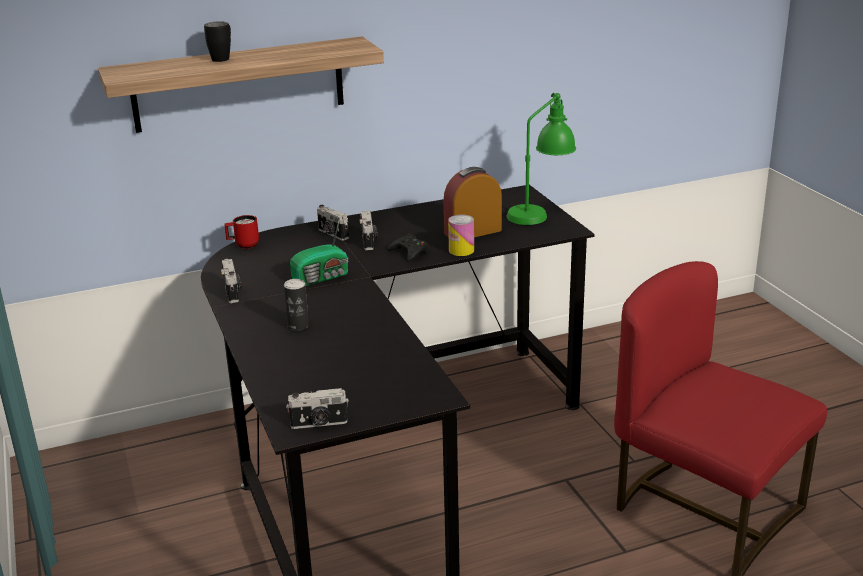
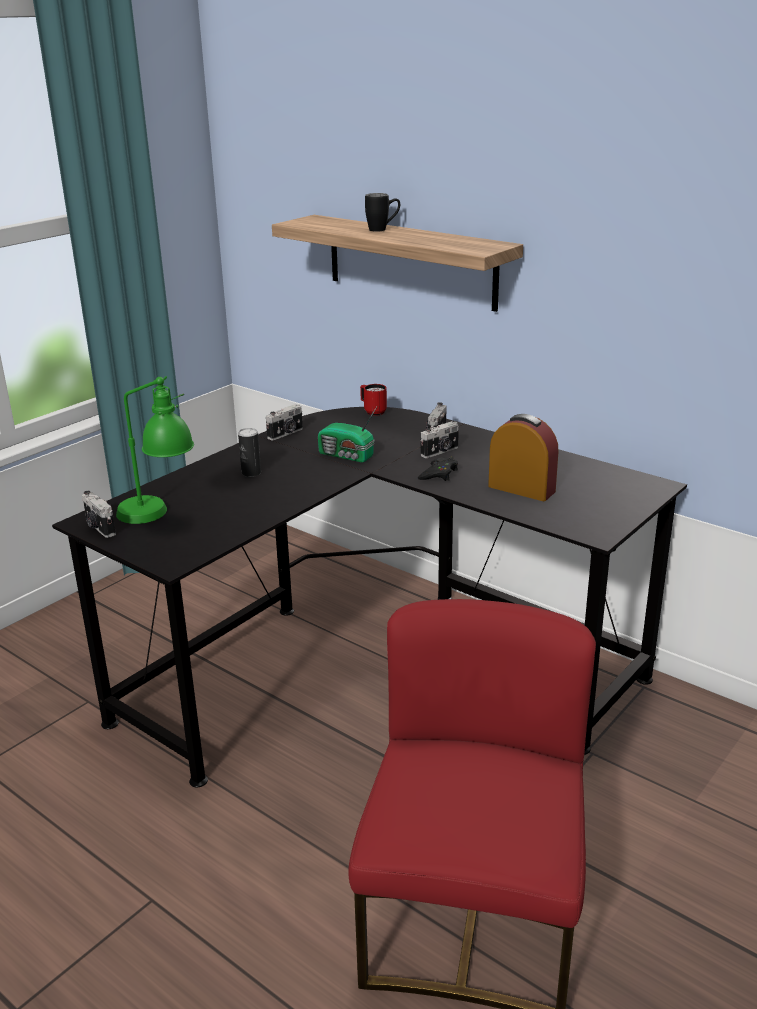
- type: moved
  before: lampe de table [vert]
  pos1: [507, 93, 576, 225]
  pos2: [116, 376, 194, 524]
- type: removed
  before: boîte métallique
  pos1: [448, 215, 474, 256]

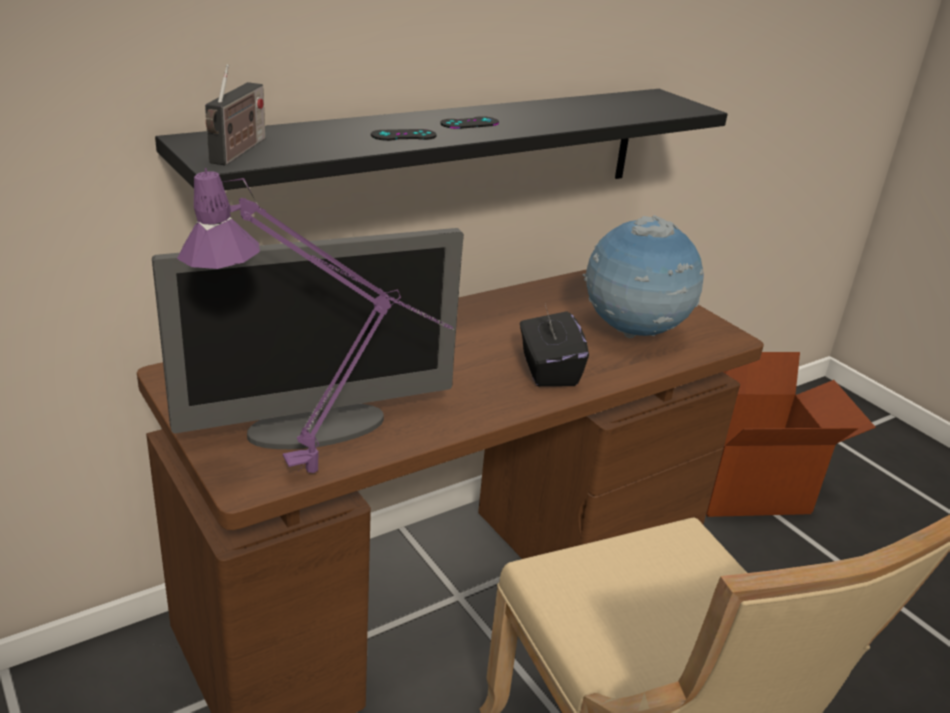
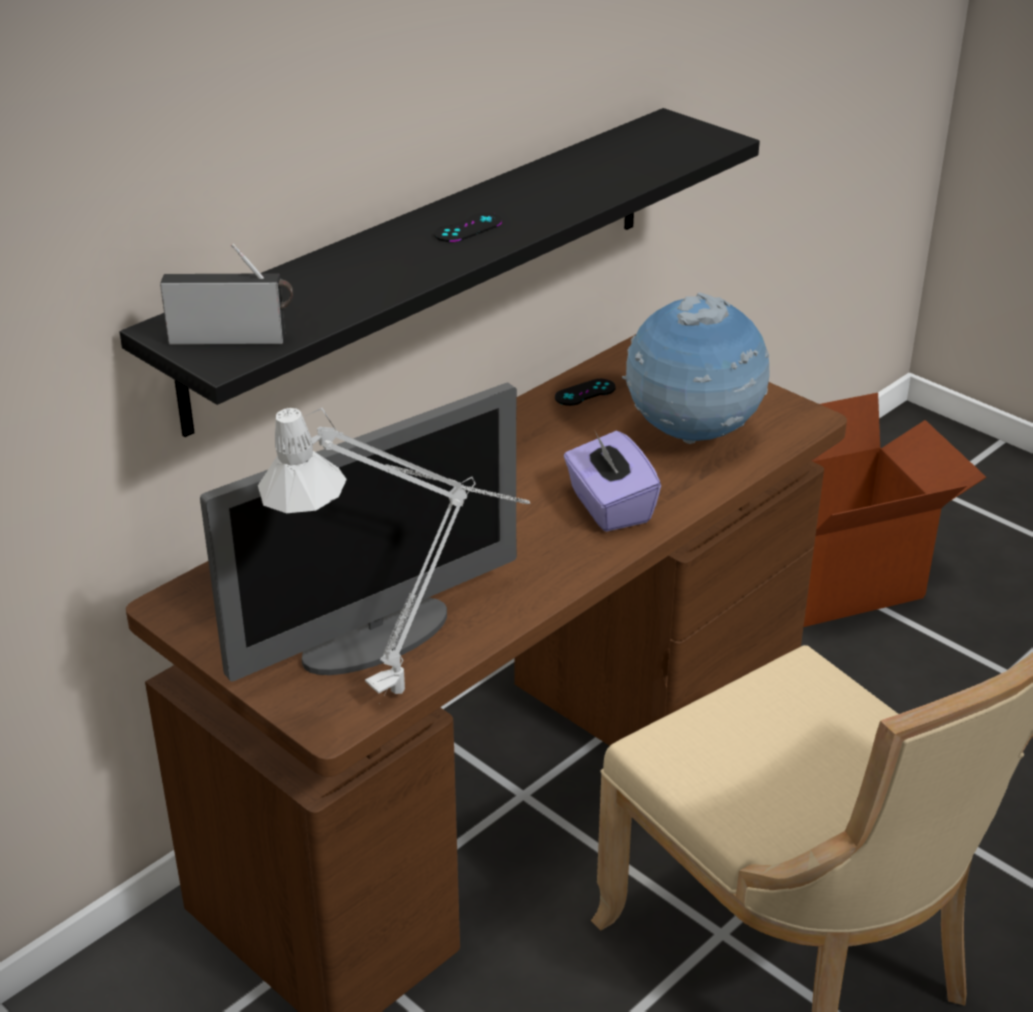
- type: turned
  before: radio
  pos1: [205, 64, 265, 166]
  pos2: [160, 243, 293, 345]
  turn: -90
- type: moved
  before: manette [noir]
  pos1: [371, 129, 437, 141]
  pos2: [555, 379, 616, 406]
- type: recoloured
  before: lampe de table [violet]
  after: lampe de table [gris]
  pos1: [177, 168, 453, 474]
  pos2: [258, 407, 531, 699]
- type: recoloured
  before: boîte à mouchoirs [noir]
  after: boîte à mouchoirs [violet]
  pos1: [520, 305, 589, 387]
  pos2: [564, 431, 661, 532]

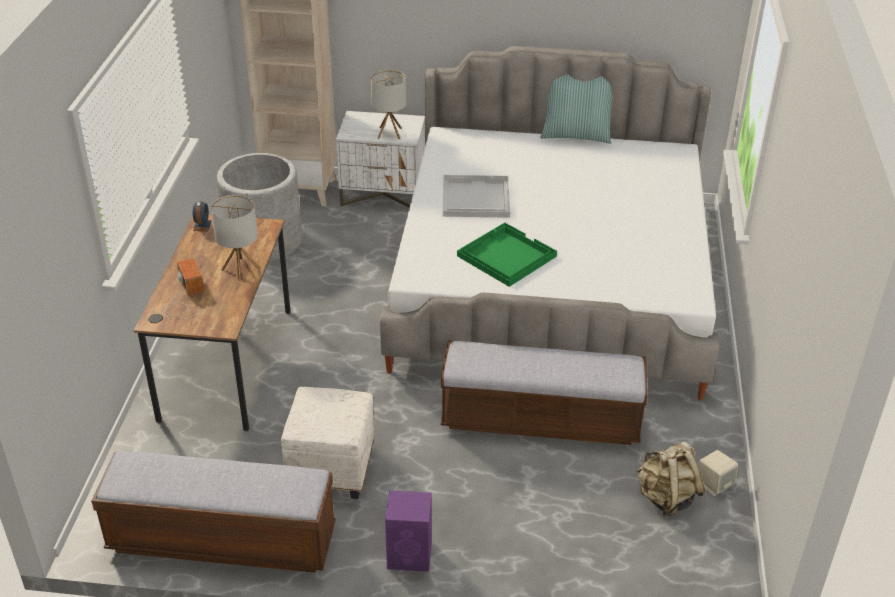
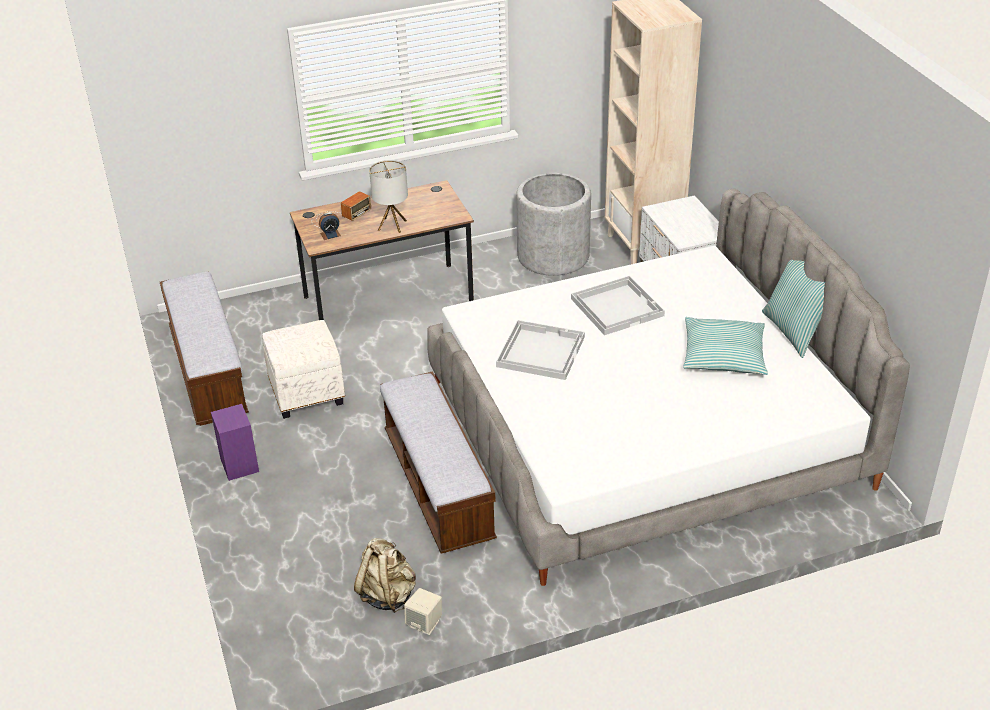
- type: removed
  before: lampe de table
  pos1: [371, 70, 406, 139]
- type: moved
  before: réveil
  pos1: [193, 201, 212, 231]
  pos2: [319, 212, 341, 240]
- type: recoloured
  before: plateau [vert]
  after: plateau [blanc]
  pos1: [457, 223, 557, 287]
  pos2: [496, 320, 585, 380]
- type: added
  after: coussin
  pos2: [683, 317, 768, 375]

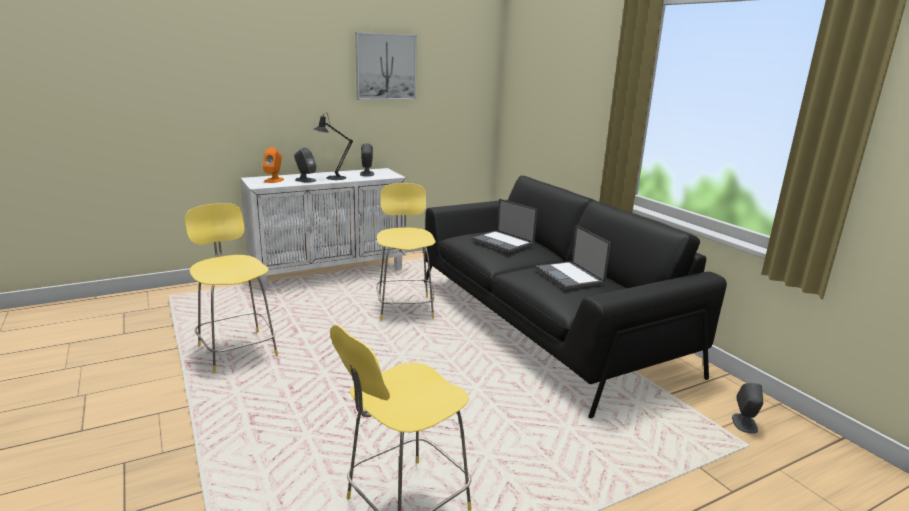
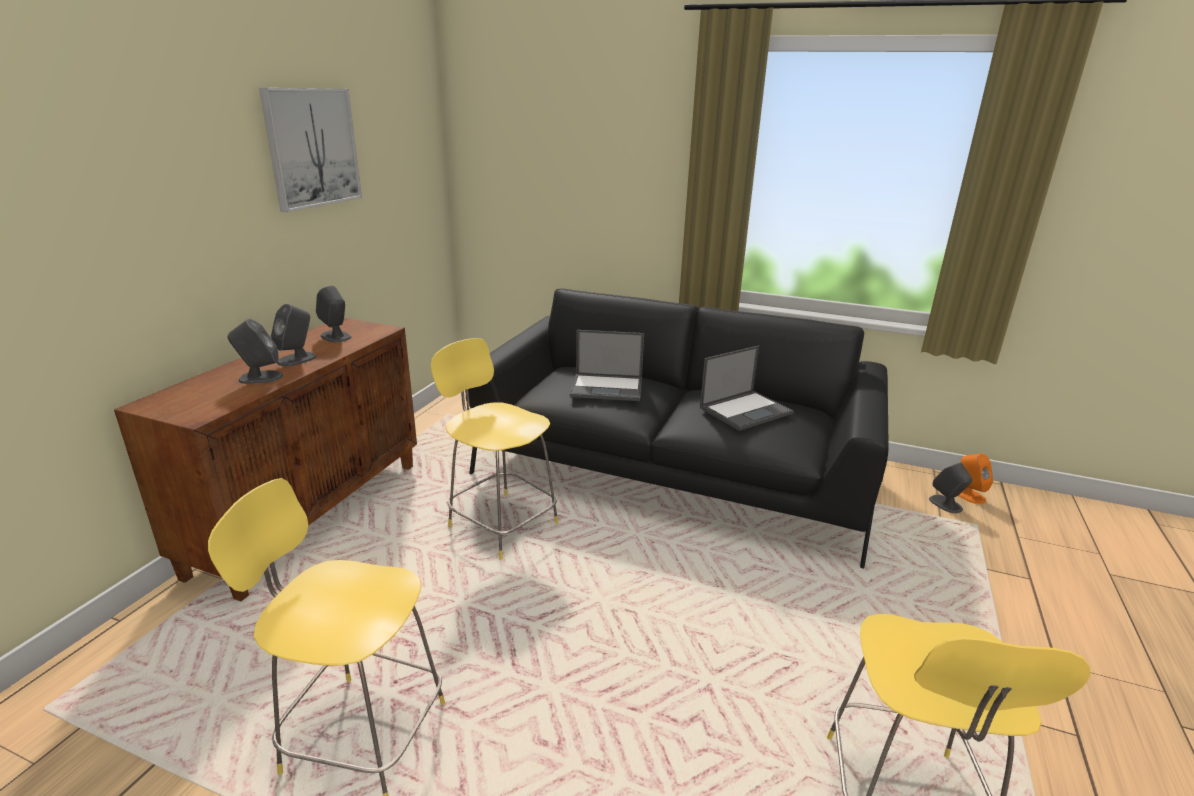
- type: replaced
  before: lampe de table [noir]
  after: enceinte [gris]
  pos1: [314, 113, 353, 180]
  pos2: [271, 304, 317, 366]
- type: moved
  before: enceinte [orange]
  pos1: [263, 147, 284, 183]
  pos2: [958, 454, 993, 504]
- type: recoloured
  before: meuble de rangement [blanc]
  after: meuble de rangement [marron]
  pos1: [241, 168, 406, 291]
  pos2: [114, 318, 417, 602]
- type: turned
  before: ordinateur portable
  pos1: [535, 225, 611, 289]
  pos2: [700, 345, 793, 431]
  turn: -60

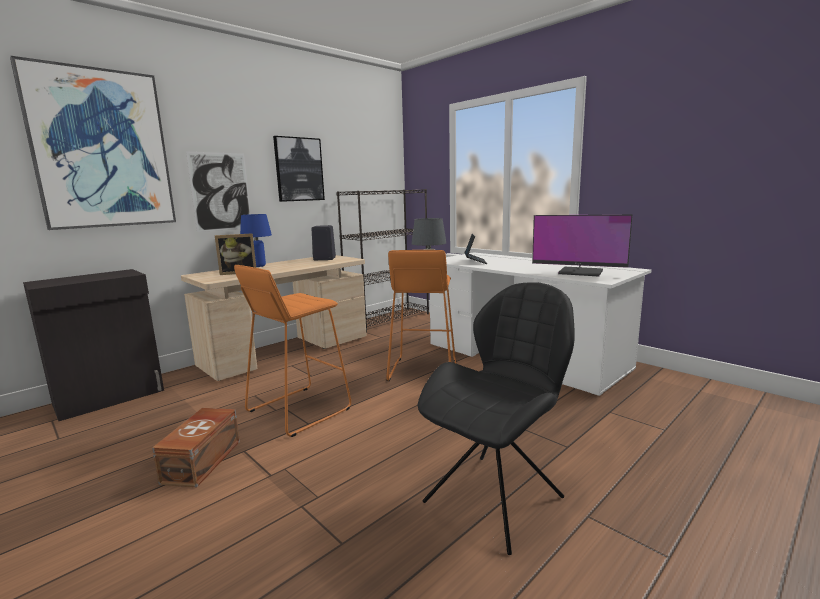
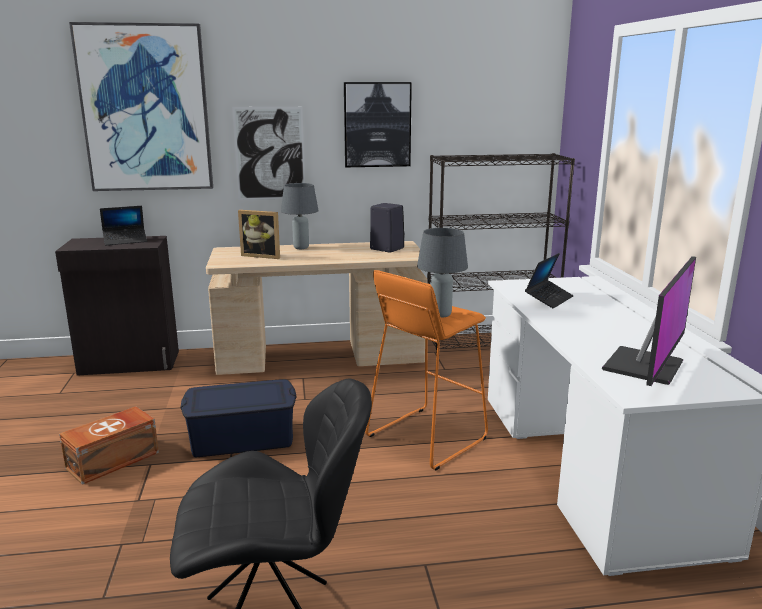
- type: recoloured
  before: lampe de table [bleu]
  after: lampe de table [gris]
  pos1: [240, 214, 272, 267]
  pos2: [281, 183, 319, 249]
- type: turned
  before: écran d'ordinateur
  pos1: [532, 214, 633, 276]
  pos2: [602, 256, 696, 386]
  turn: -120
- type: replaced
  before: tabouret [orange]
  after: boîte de rangement [bleu]
  pos1: [234, 265, 351, 437]
  pos2: [180, 379, 297, 457]
- type: added
  after: ordinateur portable
  pos2: [100, 206, 147, 246]

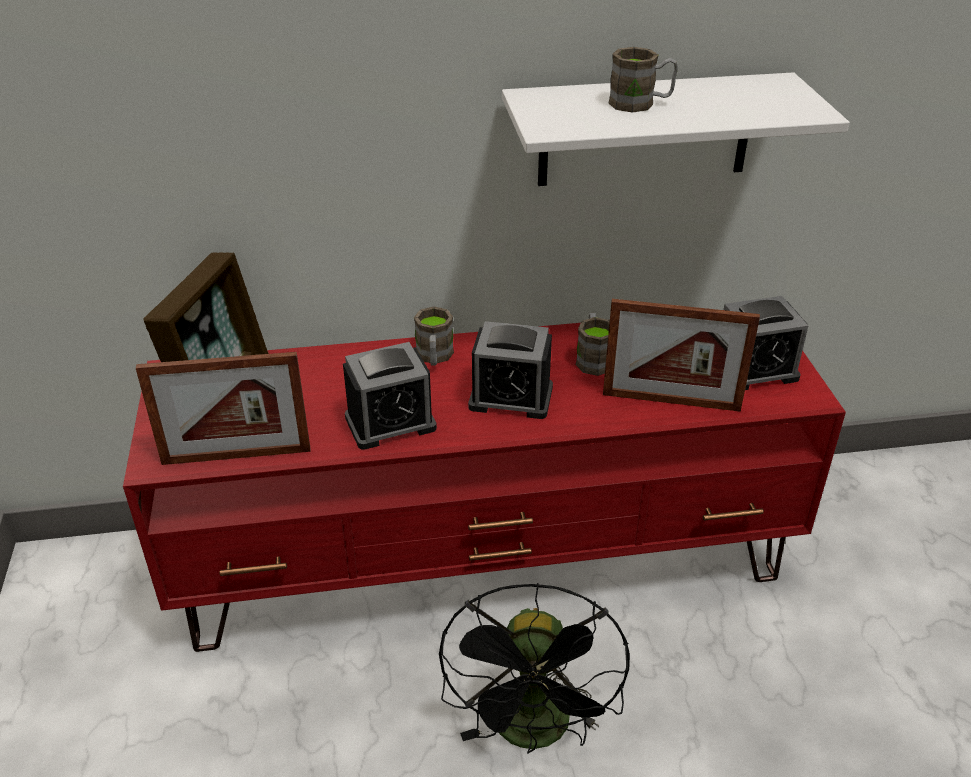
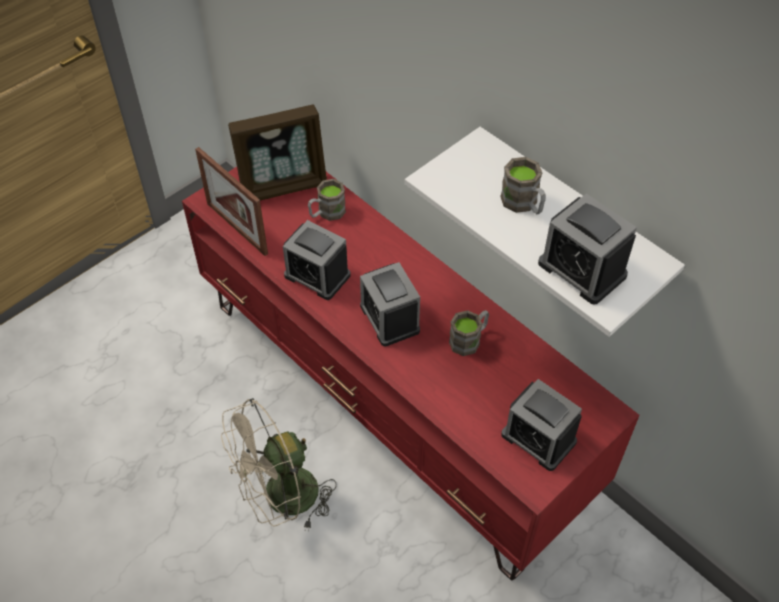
- type: removed
  before: cadre photo
  pos1: [603, 299, 760, 412]
- type: moved
  before: mug [marron]
  pos1: [414, 306, 454, 366]
  pos2: [308, 179, 346, 221]
- type: recoloured
  before: ventilateur [noir]
  after: ventilateur [beige]
  pos1: [439, 583, 630, 753]
  pos2: [221, 398, 337, 532]
- type: added
  after: réveil
  pos2: [538, 193, 637, 305]

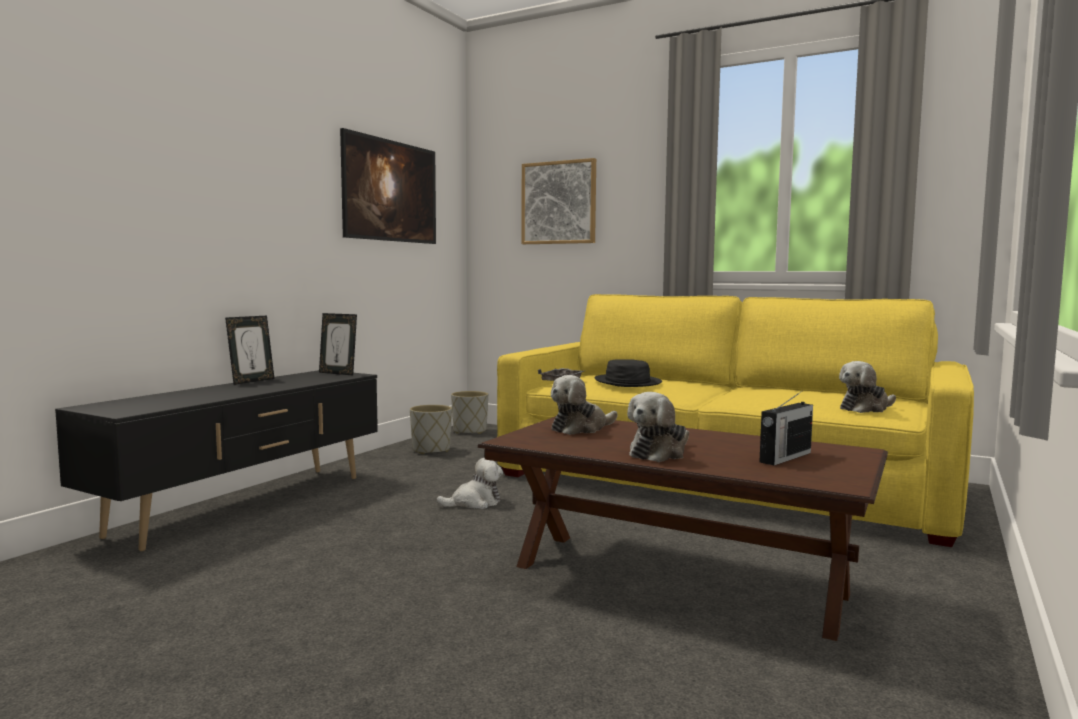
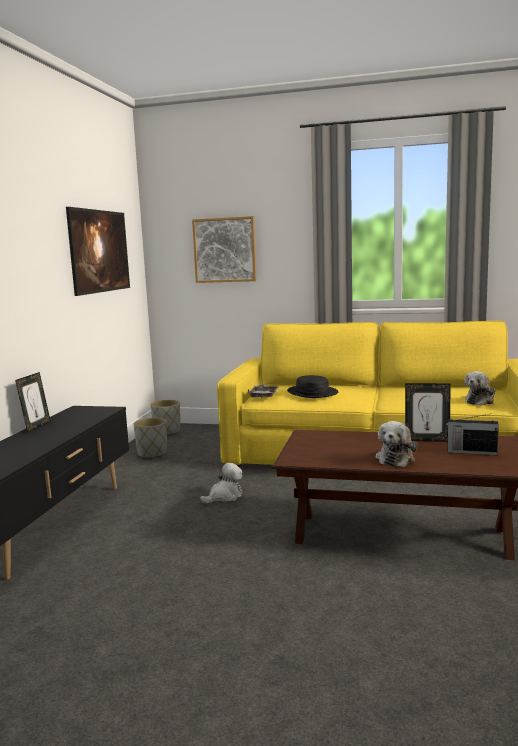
- type: moved
  before: cadre photo
  pos1: [319, 313, 357, 376]
  pos2: [405, 383, 451, 442]
- type: removed
  before: peluche
  pos1: [551, 375, 618, 435]
- type: turned
  before: radio
  pos1: [759, 391, 813, 465]
  pos2: [446, 413, 499, 455]
  turn: 75

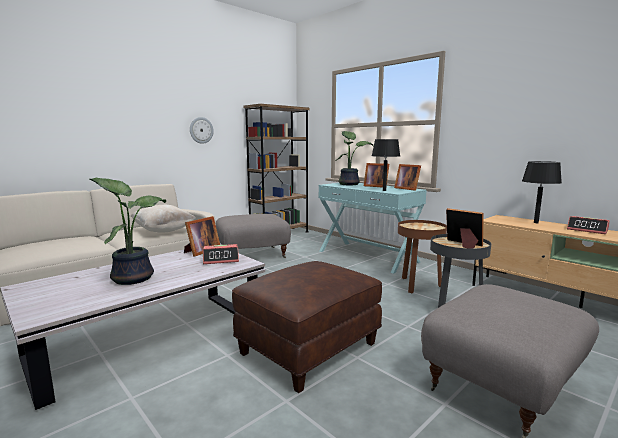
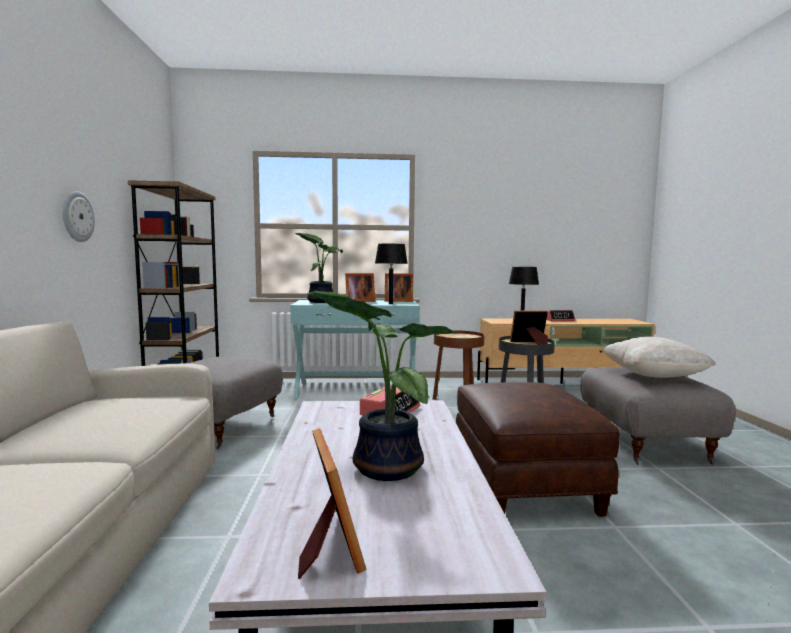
- type: moved
  before: coussin [beige]
  pos1: [131, 205, 195, 232]
  pos2: [603, 337, 716, 378]
- type: moved
  before: cadre photo
  pos1: [184, 216, 220, 257]
  pos2: [298, 428, 366, 579]

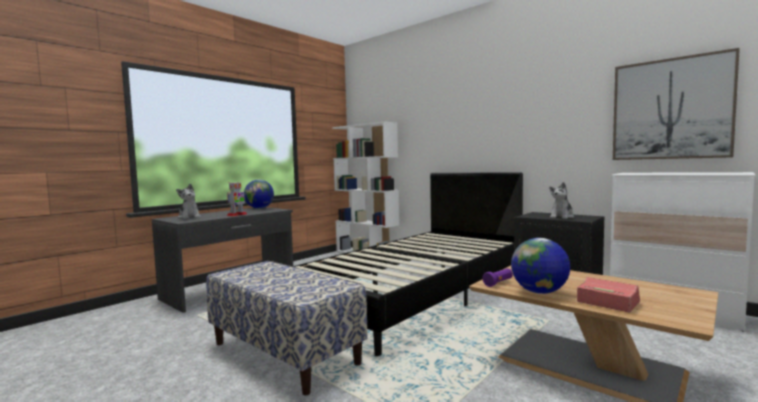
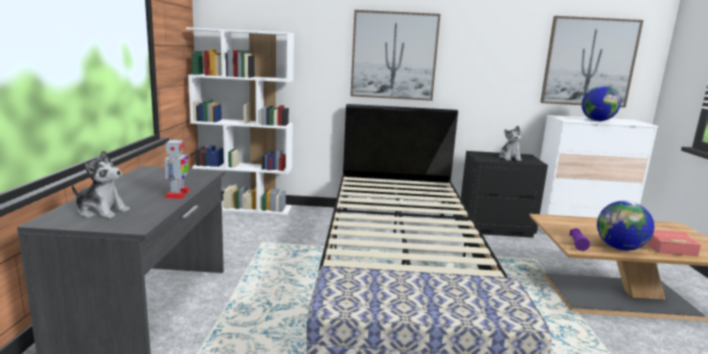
- type: moved
  before: globe
  pos1: [244, 180, 274, 209]
  pos2: [581, 86, 621, 121]
- type: added
  after: tableau
  pos2: [350, 10, 440, 101]

